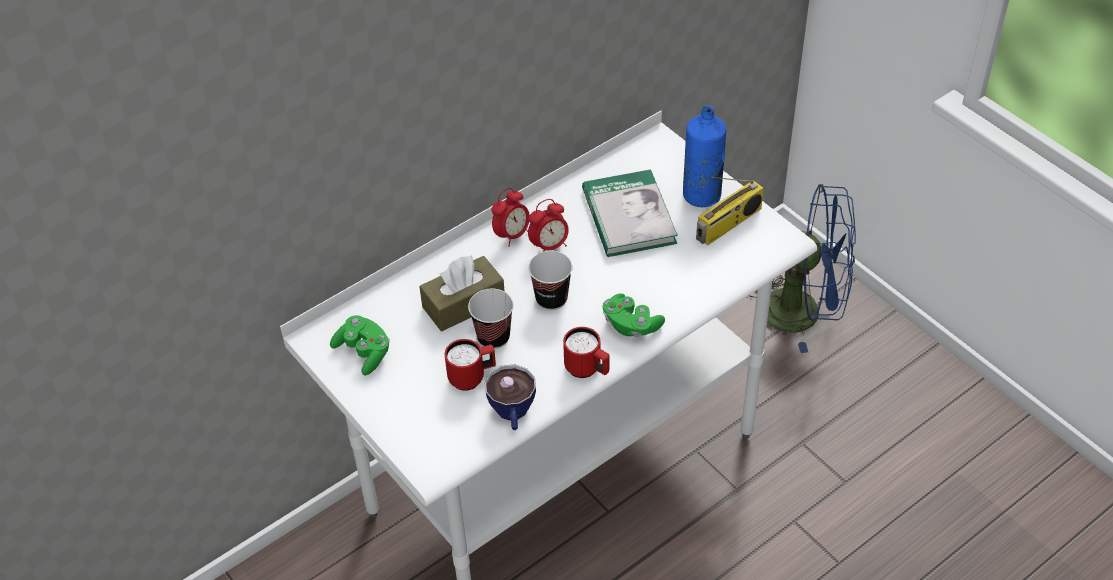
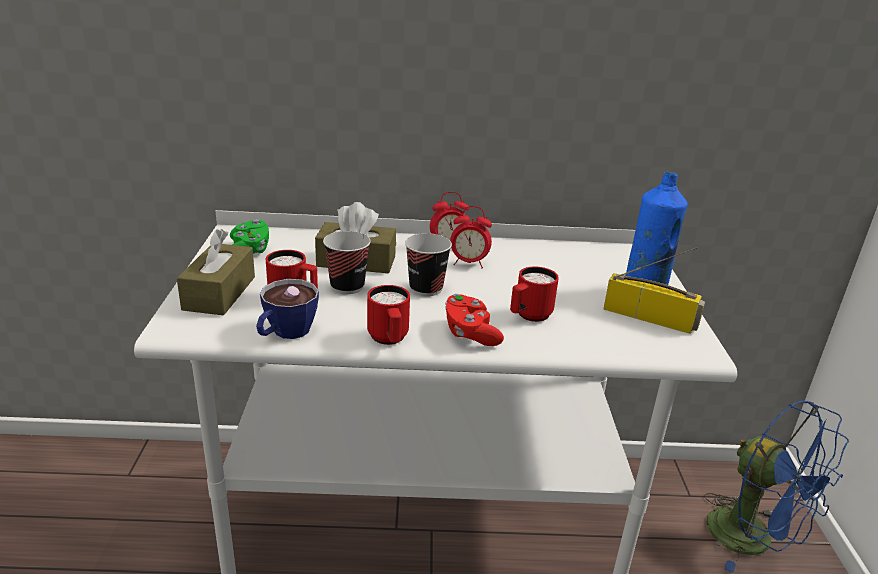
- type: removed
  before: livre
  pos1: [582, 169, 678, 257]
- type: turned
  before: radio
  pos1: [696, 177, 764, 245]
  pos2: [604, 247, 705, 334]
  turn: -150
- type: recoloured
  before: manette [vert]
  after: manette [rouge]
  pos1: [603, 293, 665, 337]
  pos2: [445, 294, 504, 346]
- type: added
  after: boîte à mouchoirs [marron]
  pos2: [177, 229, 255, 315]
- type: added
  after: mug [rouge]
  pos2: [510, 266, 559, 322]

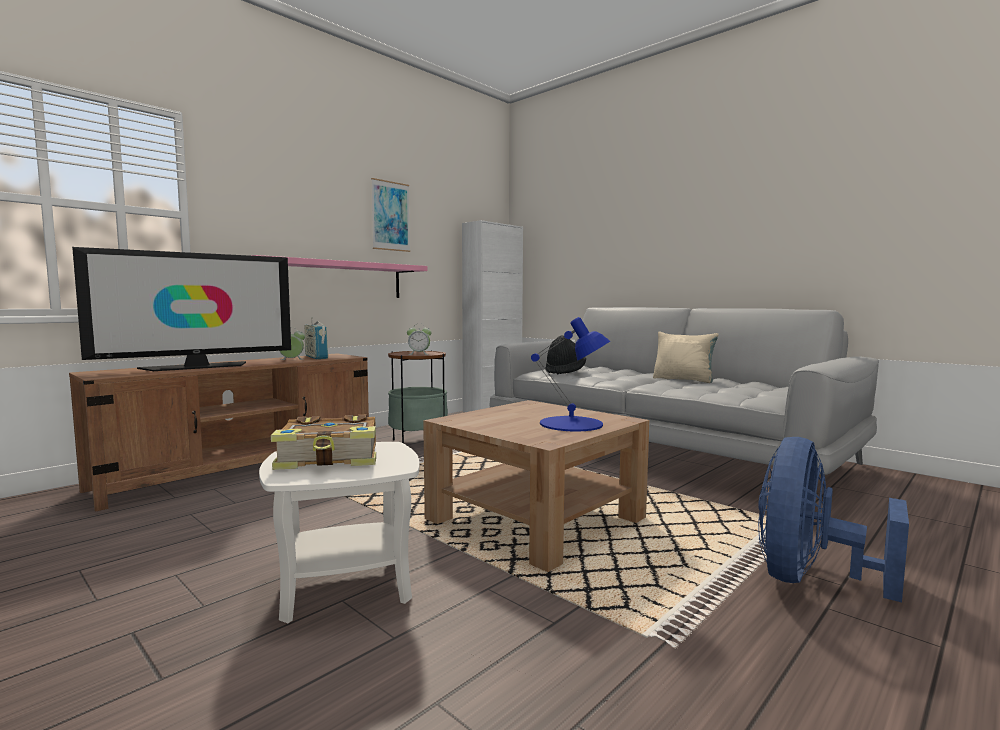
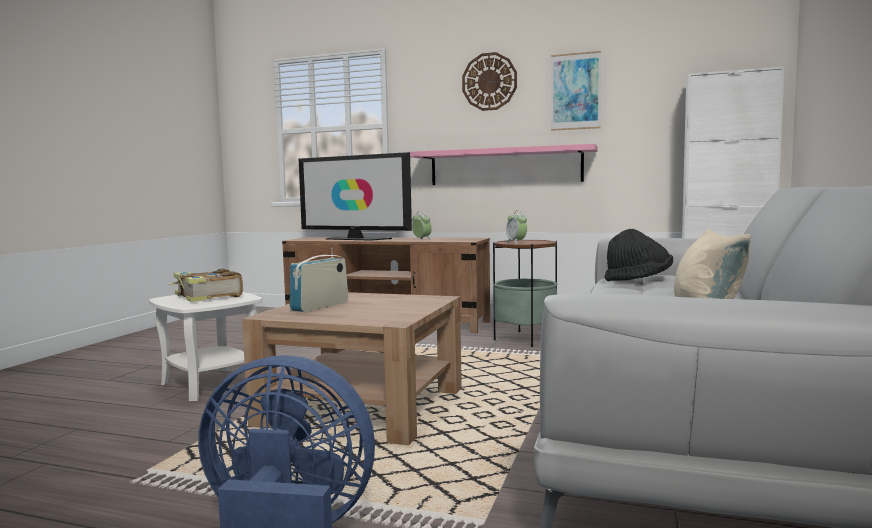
- type: moved
  before: radio
  pos1: [305, 317, 328, 359]
  pos2: [290, 248, 348, 312]
- type: removed
  before: lampe de table [bleu]
  pos1: [531, 317, 610, 431]
- type: added
  after: horloge murale
  pos2: [462, 52, 517, 111]

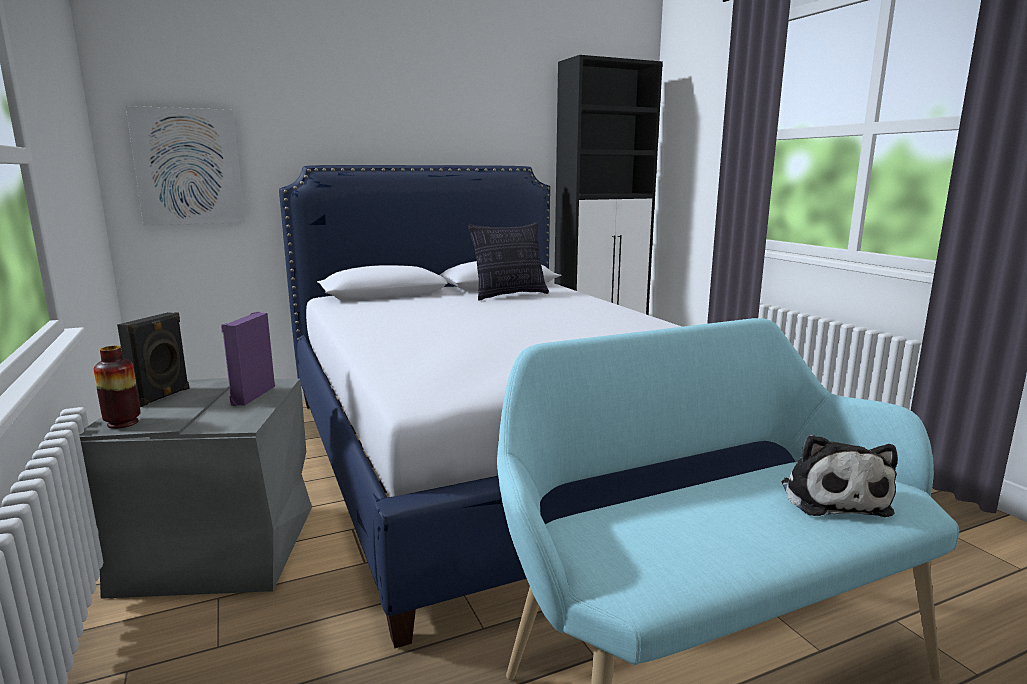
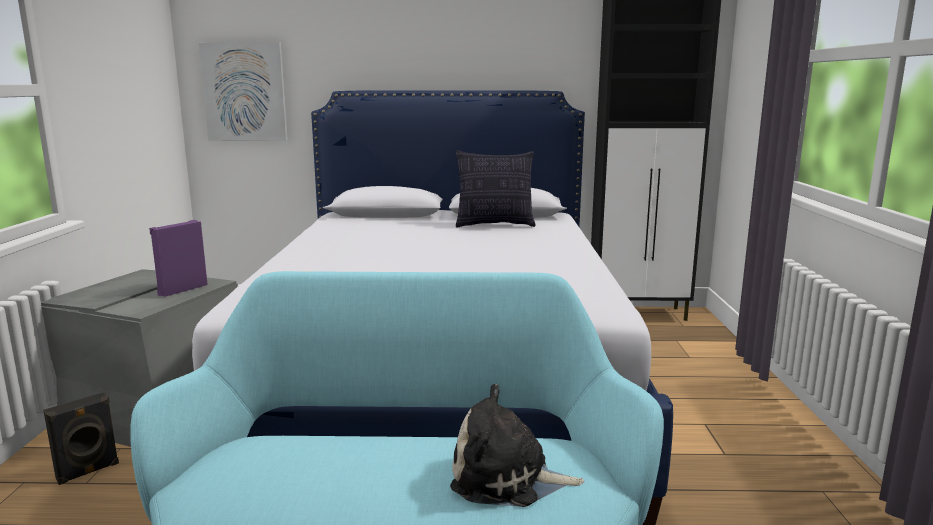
- type: moved
  before: enceinte [noir]
  pos1: [117, 312, 189, 407]
  pos2: [43, 392, 119, 485]
- type: removed
  before: vase
  pos1: [94, 346, 141, 429]
- type: turned
  before: peluche
  pos1: [782, 434, 898, 517]
  pos2: [450, 384, 584, 507]
  turn: 75

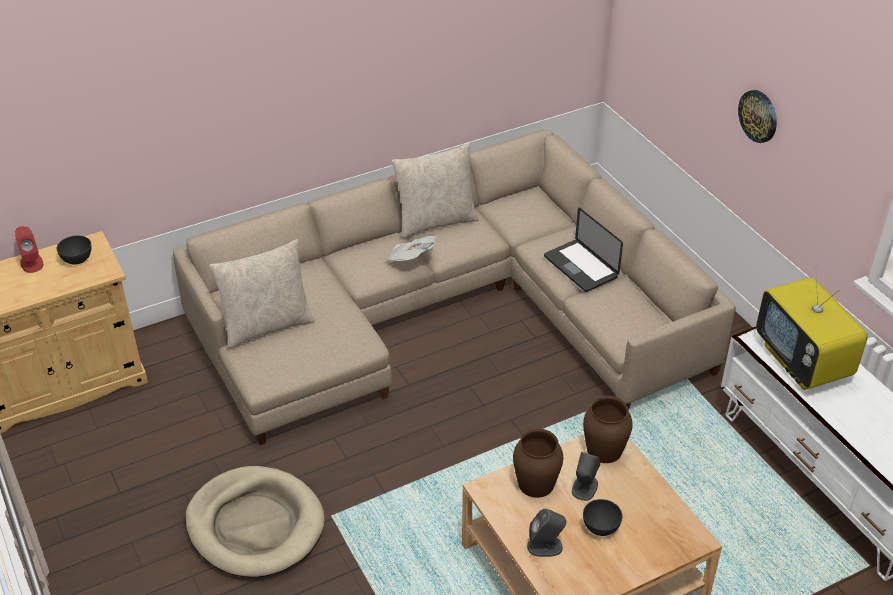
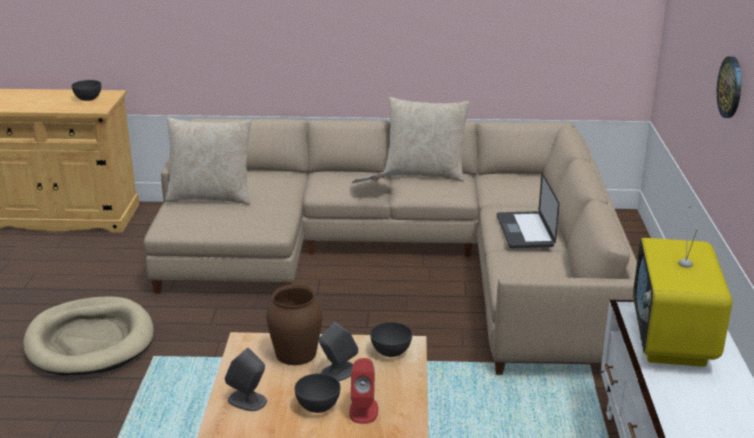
- type: moved
  before: enceinte [rouge]
  pos1: [15, 226, 43, 273]
  pos2: [349, 358, 378, 424]
- type: replaced
  before: vase [marron]
  after: bol [gris]
  pos1: [583, 396, 633, 463]
  pos2: [370, 322, 412, 357]

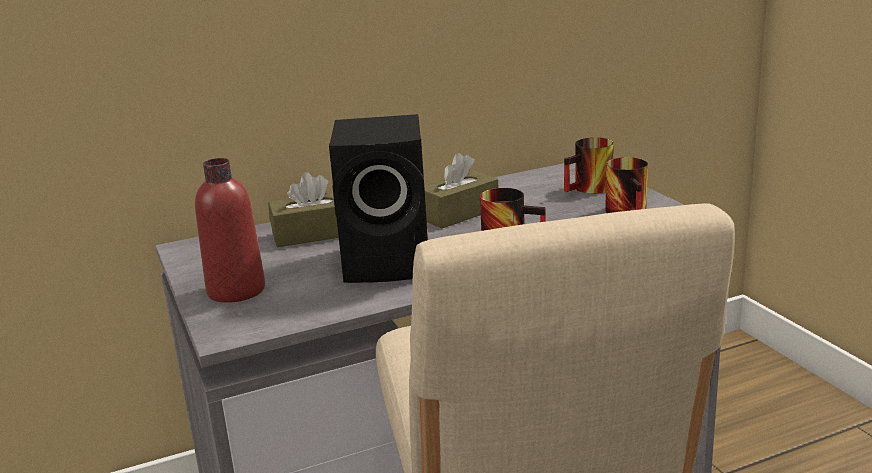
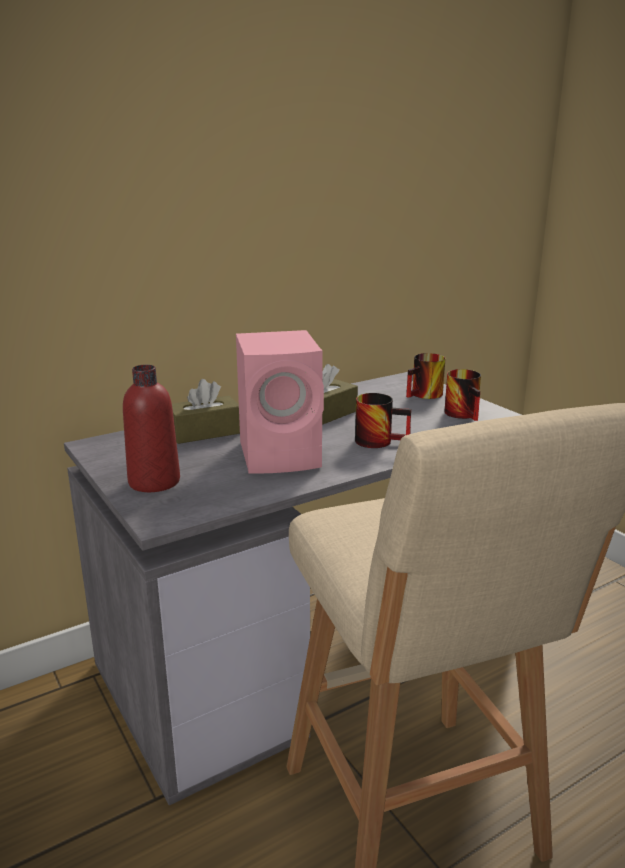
- type: recoloured
  before: enceinte [noir]
  after: enceinte [rose]
  pos1: [329, 114, 428, 283]
  pos2: [236, 330, 324, 474]

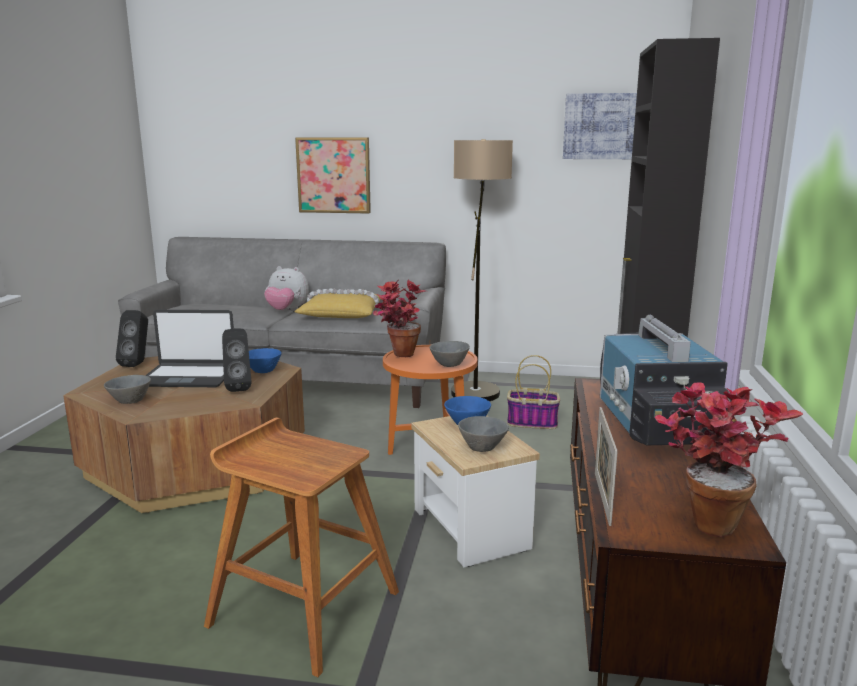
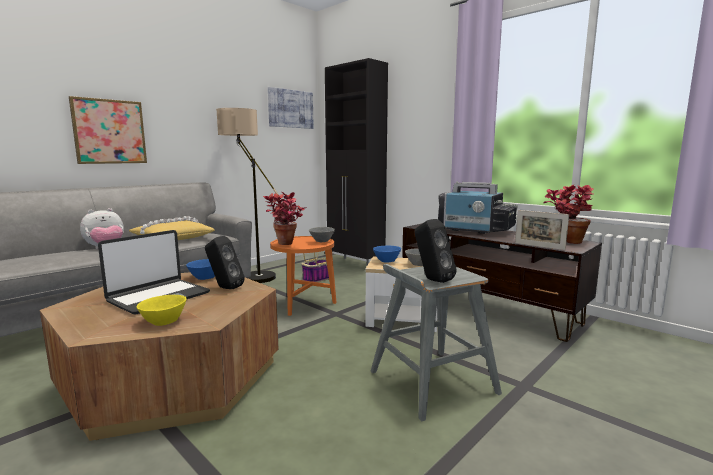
- type: moved
  before: enceinte [noir]
  pos1: [116, 310, 148, 367]
  pos2: [414, 219, 457, 283]
- type: recoloured
  before: bol [gris]
  after: bol [jaune]
  pos1: [104, 375, 151, 404]
  pos2: [136, 295, 187, 326]
- type: recoloured
  before: tabouret [marron]
  after: tabouret [gris]
  pos1: [204, 417, 399, 677]
  pos2: [371, 264, 502, 422]

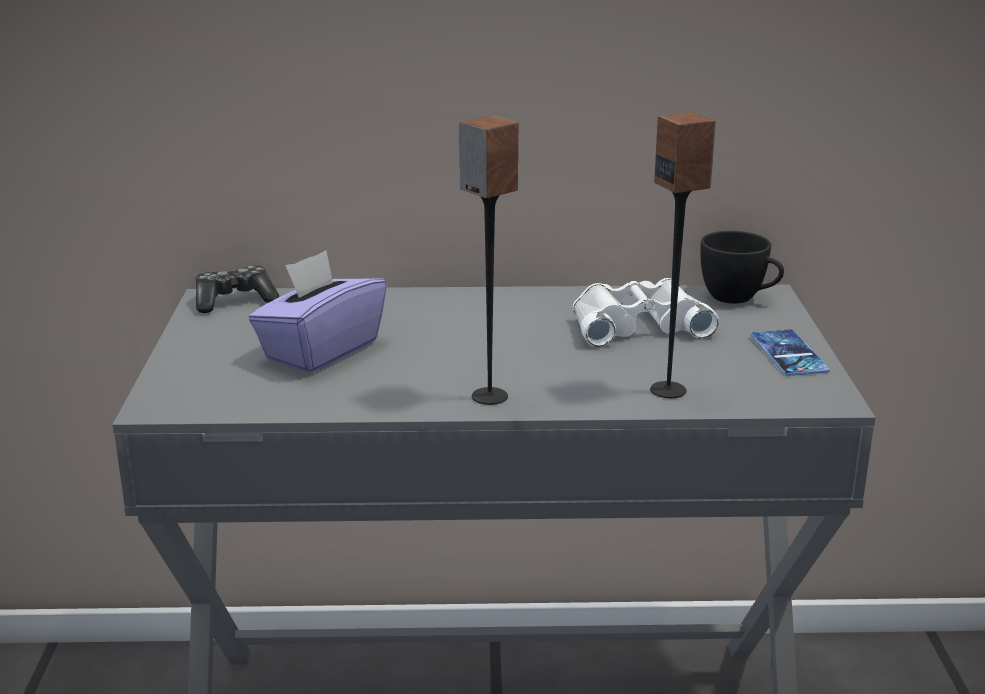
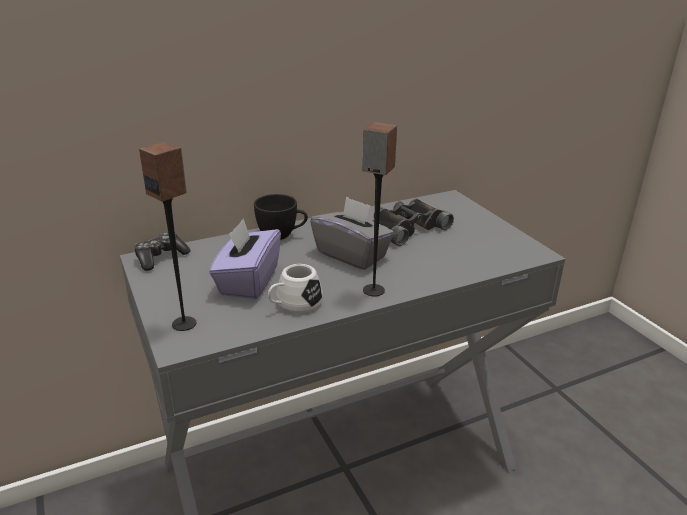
- type: moved
  before: enceinte
  pos1: [650, 112, 716, 398]
  pos2: [139, 142, 196, 331]
- type: moved
  before: tasse [noir]
  pos1: [700, 231, 784, 304]
  pos2: [254, 194, 308, 240]
- type: recoloured
  before: jumelles [blanc]
  after: jumelles [noir]
  pos1: [573, 278, 719, 347]
  pos2: [373, 199, 454, 246]
- type: removed
  before: téléphone
  pos1: [751, 329, 830, 376]
- type: added
  after: boîte à mouchoirs [gris]
  pos2: [310, 196, 394, 270]
- type: added
  after: mug [blanc]
  pos2: [268, 264, 323, 313]

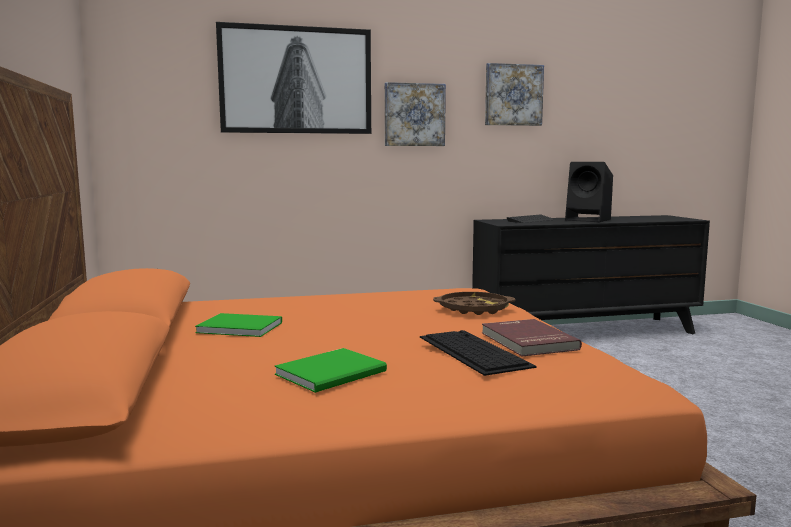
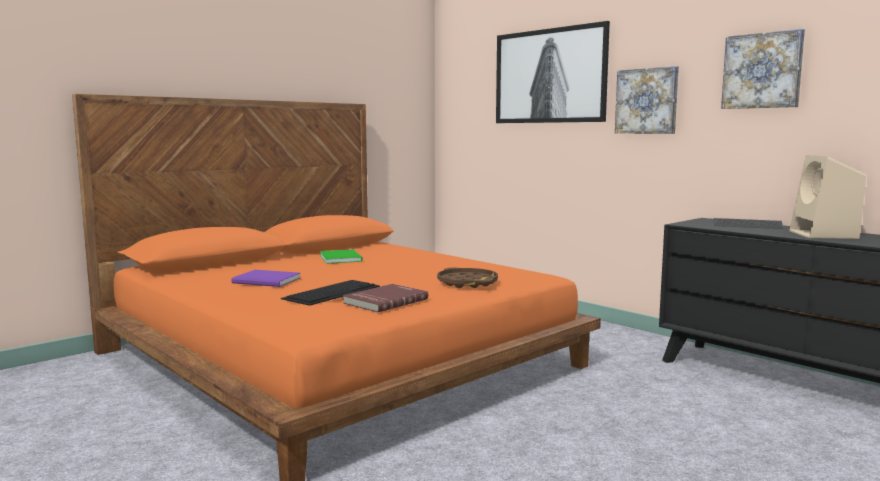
- type: recoloured
  before: enceinte [noir]
  after: enceinte [beige]
  pos1: [565, 162, 613, 222]
  pos2: [789, 155, 866, 239]
- type: recoloured
  before: livre [vert]
  after: livre [violet]
  pos1: [274, 348, 387, 393]
  pos2: [231, 270, 301, 287]

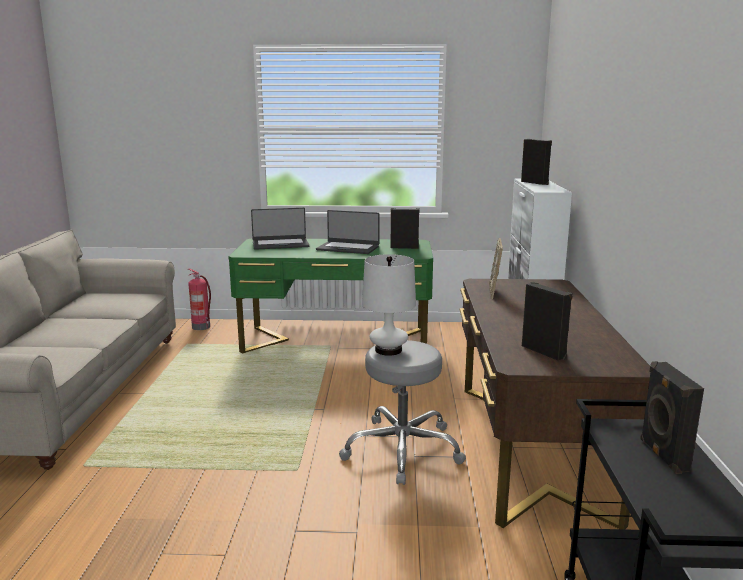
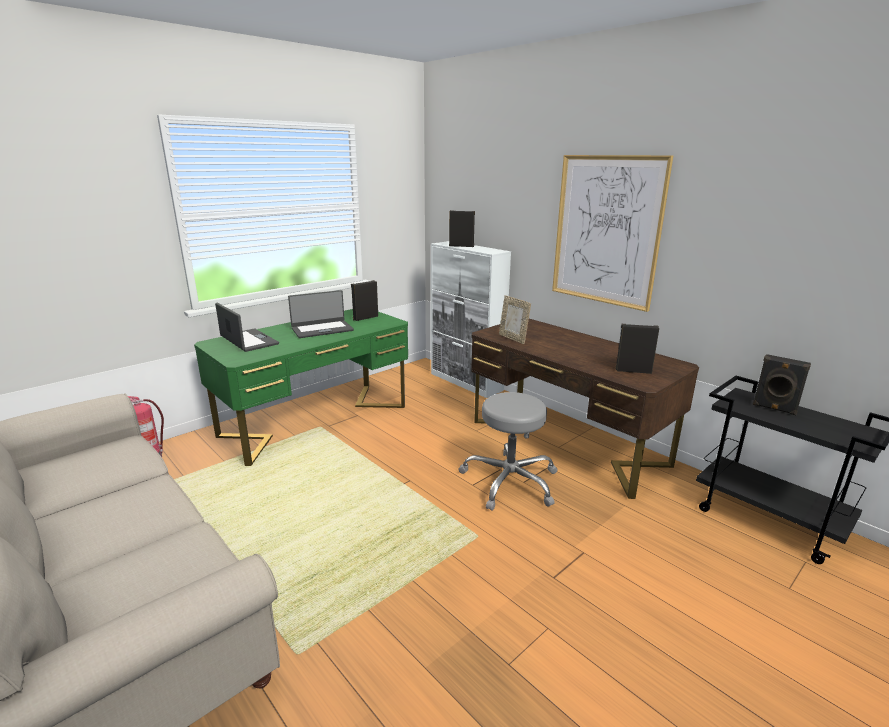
- type: turned
  before: ordinateur portable
  pos1: [251, 208, 309, 250]
  pos2: [215, 303, 279, 352]
  turn: -75
- type: removed
  before: lampe de table [blanc]
  pos1: [362, 254, 416, 356]
- type: added
  after: tableau
  pos2: [552, 155, 674, 312]

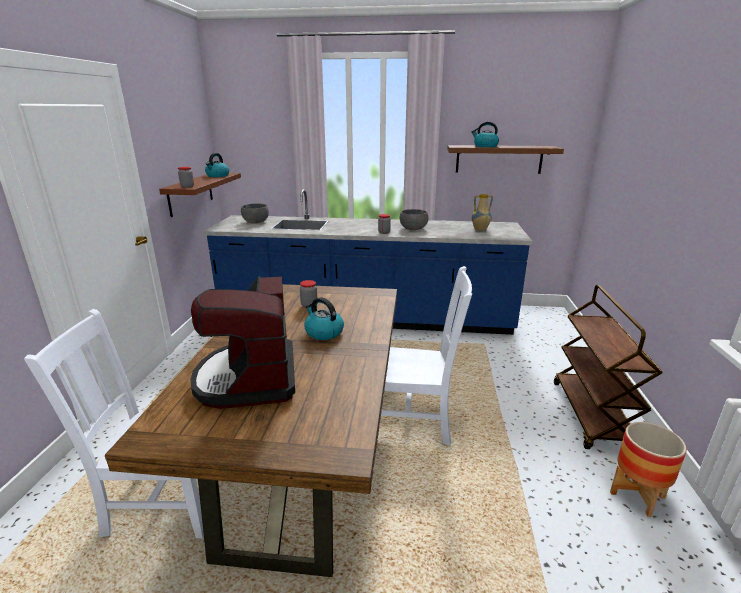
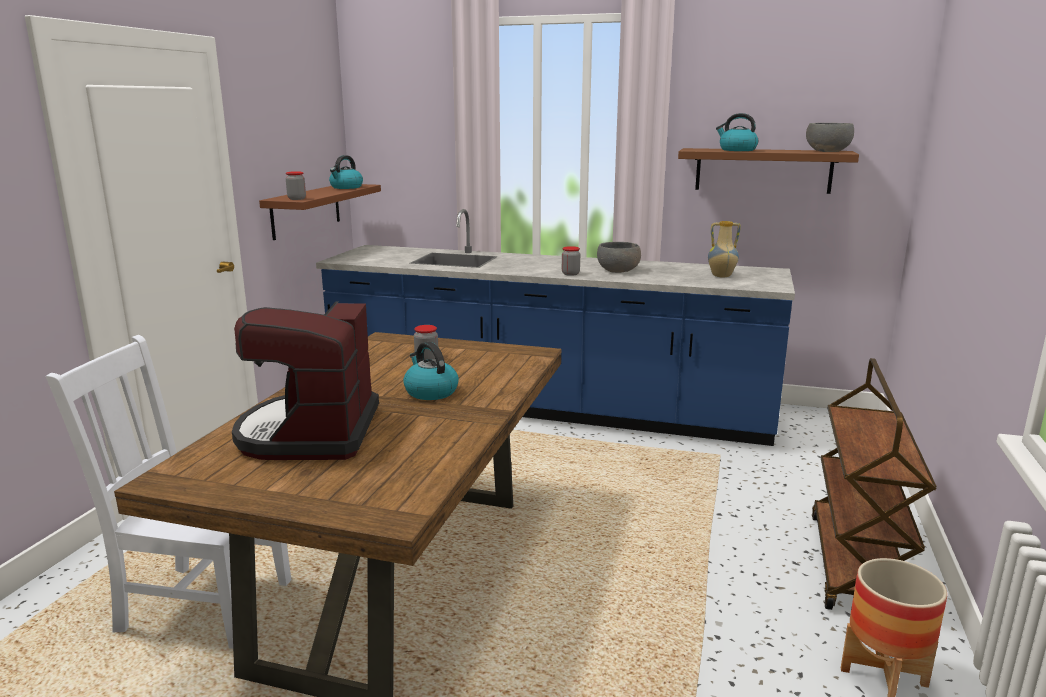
- type: moved
  before: bol [gris]
  pos1: [241, 204, 269, 223]
  pos2: [806, 123, 854, 152]
- type: removed
  before: chaise [blanc]
  pos1: [381, 266, 472, 445]

